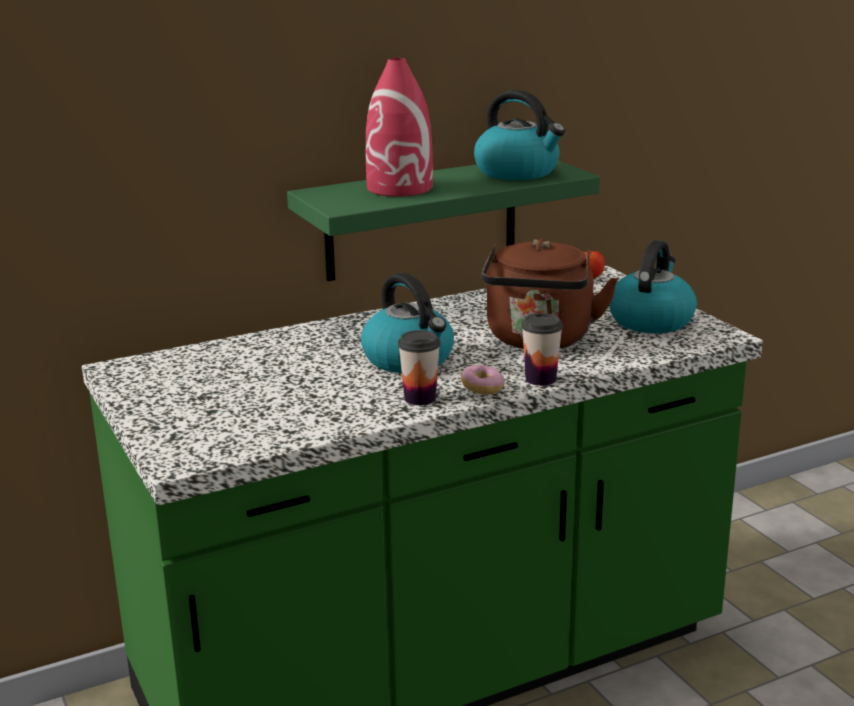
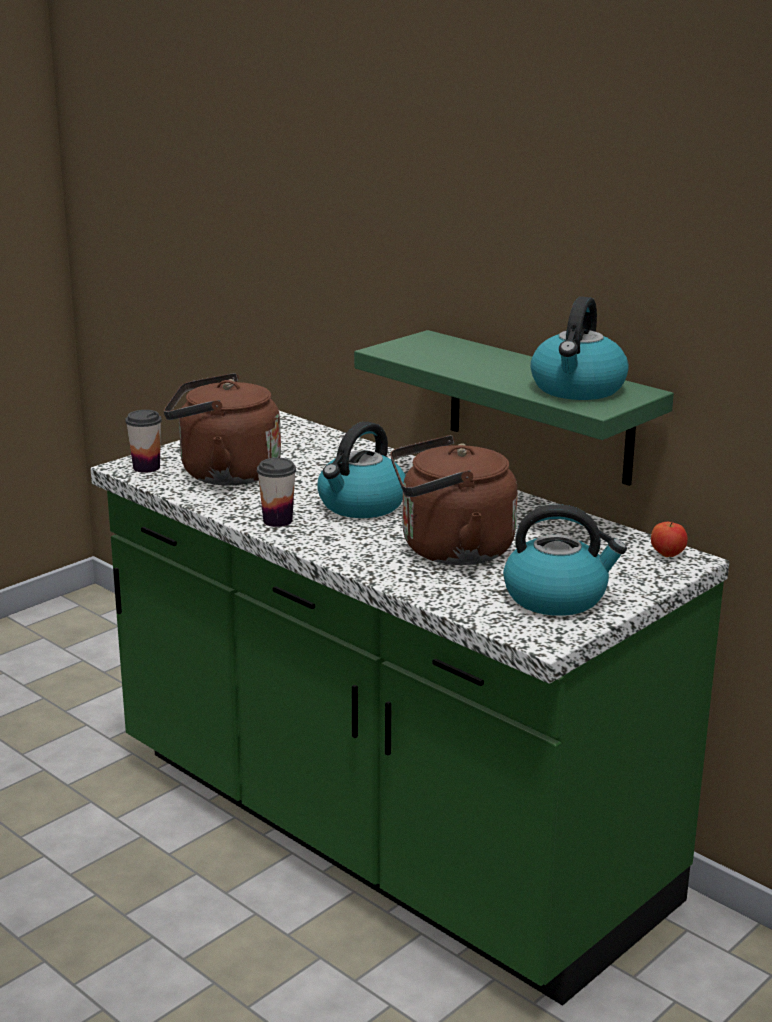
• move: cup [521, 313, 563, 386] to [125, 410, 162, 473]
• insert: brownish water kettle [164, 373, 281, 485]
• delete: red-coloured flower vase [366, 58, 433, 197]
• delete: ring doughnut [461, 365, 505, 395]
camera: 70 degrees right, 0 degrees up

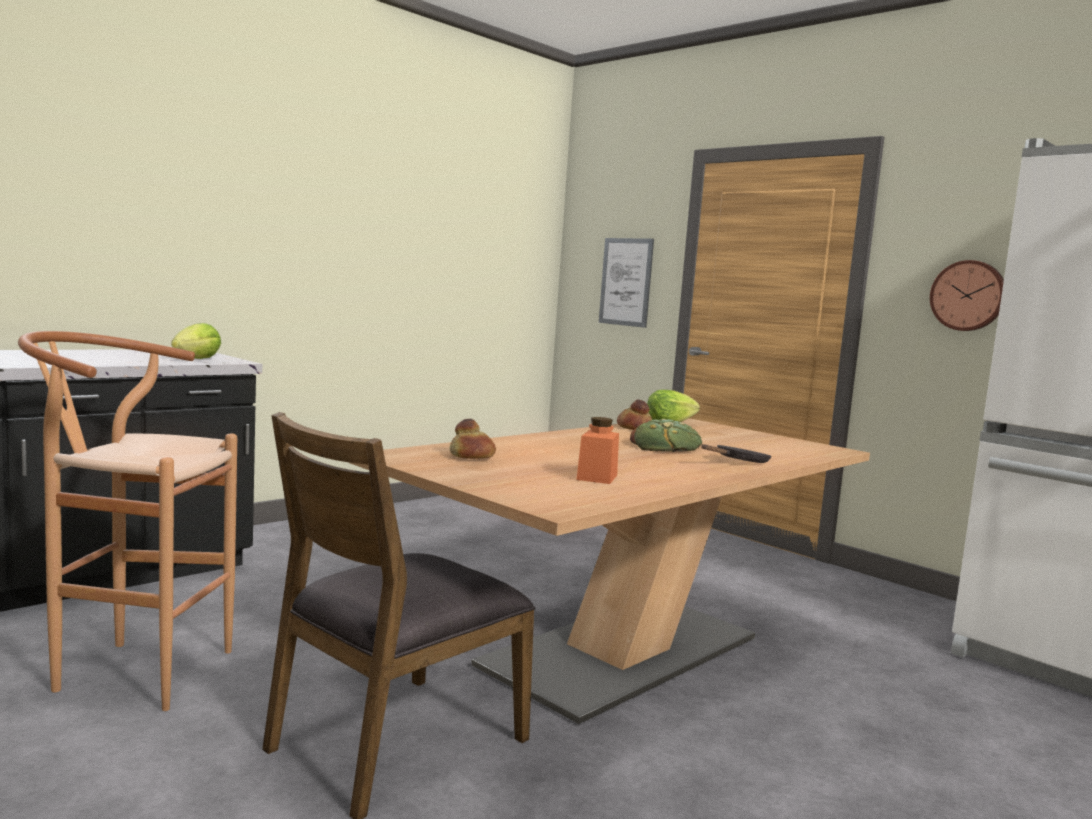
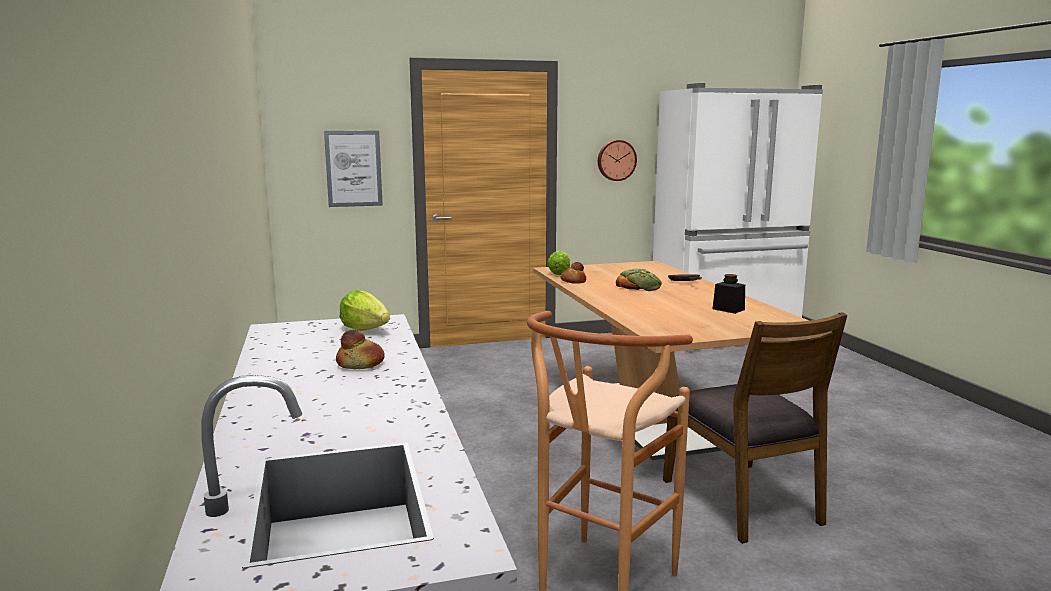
• move: bread [450, 419, 496, 459] to [336, 329, 385, 369]
• recolor: orange-coloured jar [576, 417, 619, 484] to blackish jar [713, 274, 745, 314]
camera: 60 degrees left, 5 degrees up

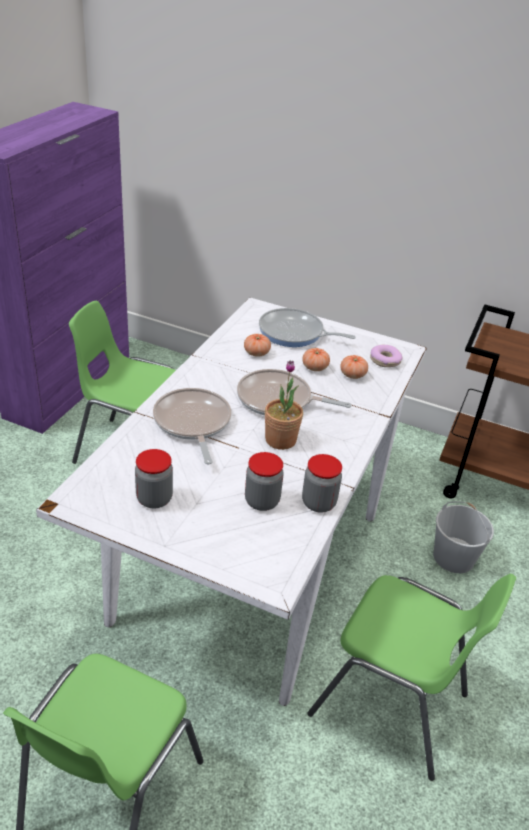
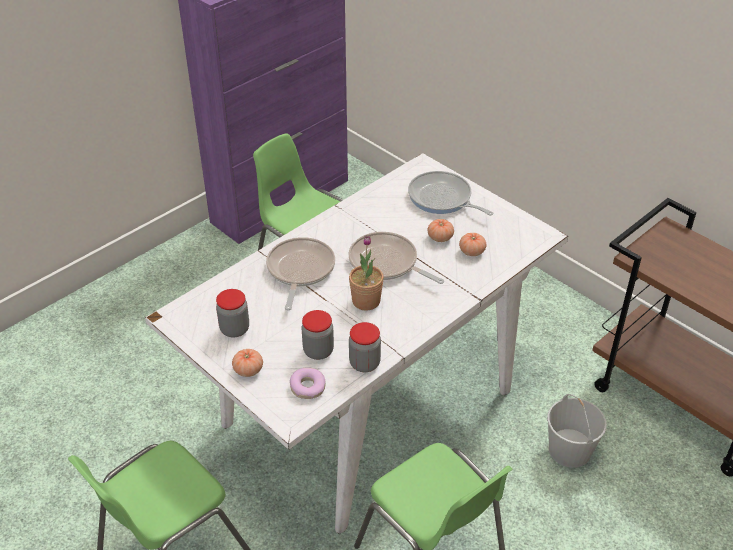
• move: tomato [244, 334, 271, 357] to [232, 349, 263, 377]
• move: ring doughnut [370, 345, 403, 367] to [290, 367, 326, 399]
camera: 25 degrees right, 5 degrees up

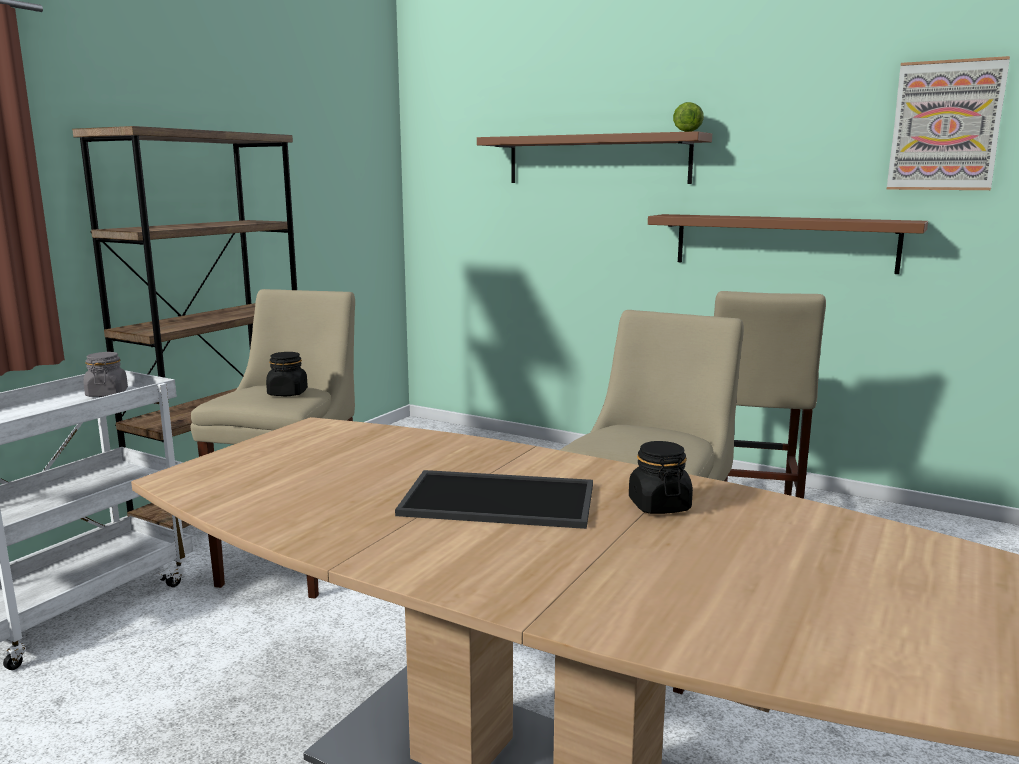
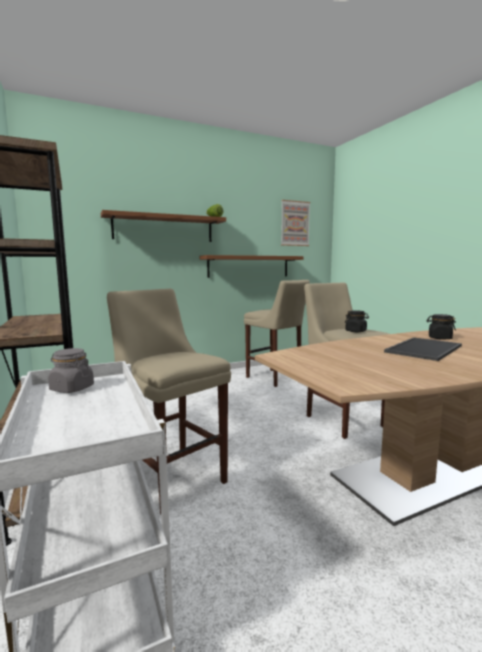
• move: blackish jar [266, 352, 308, 396] to [345, 310, 369, 332]
camera: 55 degrees left, 5 degrees down

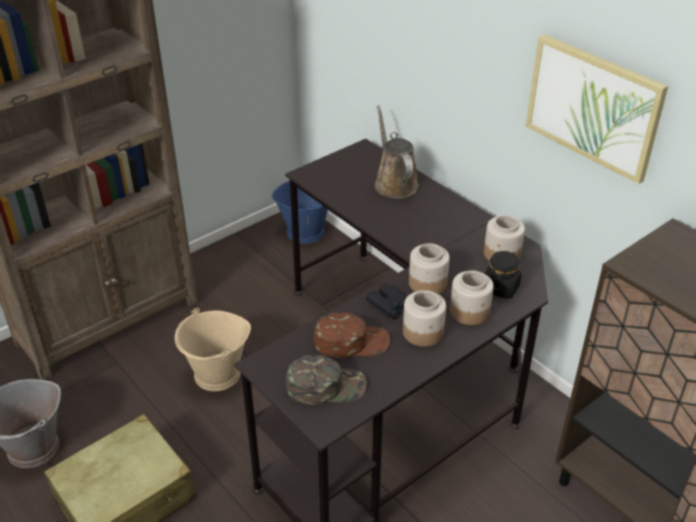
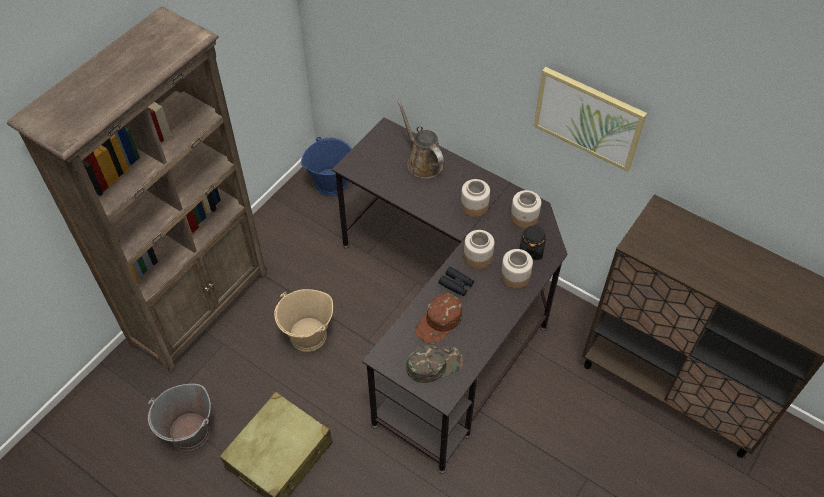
• rotate: brownish peaked cap [314, 313, 390, 358] = [415, 293, 462, 344] 150 degrees clockwise
• move: jar [403, 290, 446, 347] to [461, 179, 490, 217]
camera: 15 degrees left, 15 degrees up

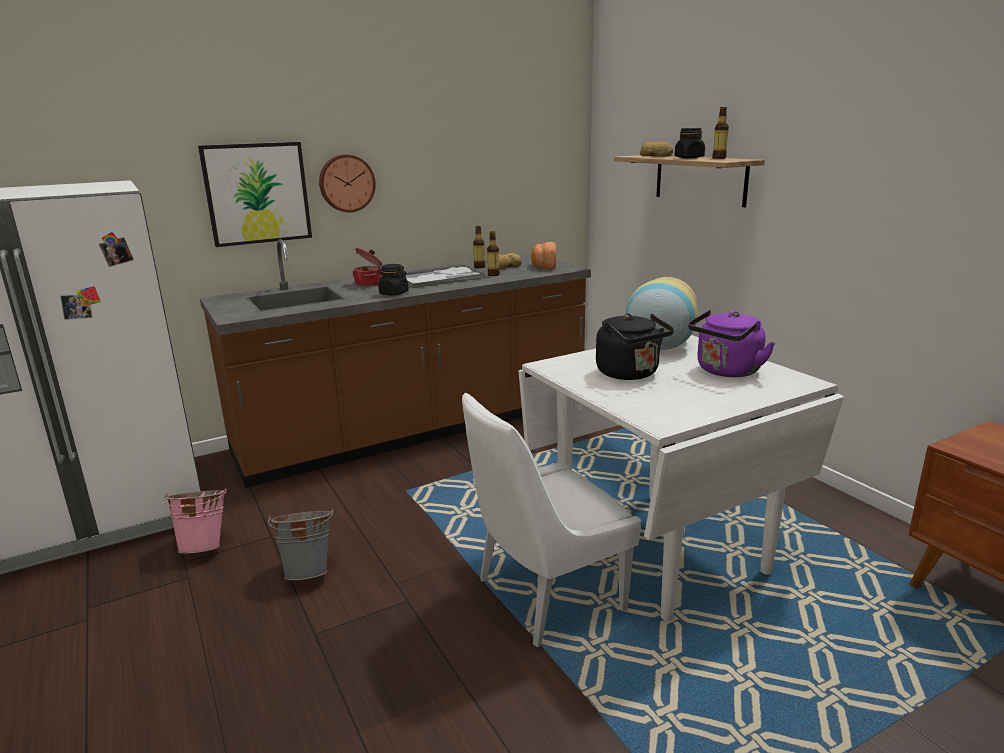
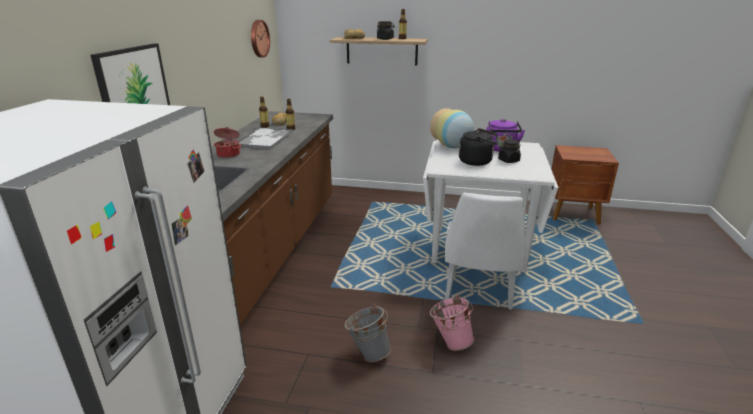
• move: hanging clock [319, 154, 376, 212] to [251, 20, 270, 57]
• move: pink bucket [163, 488, 227, 554] to [430, 295, 474, 351]
• move: blackish jar [377, 264, 409, 295] to [498, 139, 521, 163]
• delete: bread [531, 242, 556, 269]
camera: 50 degrees left, 5 degrees up

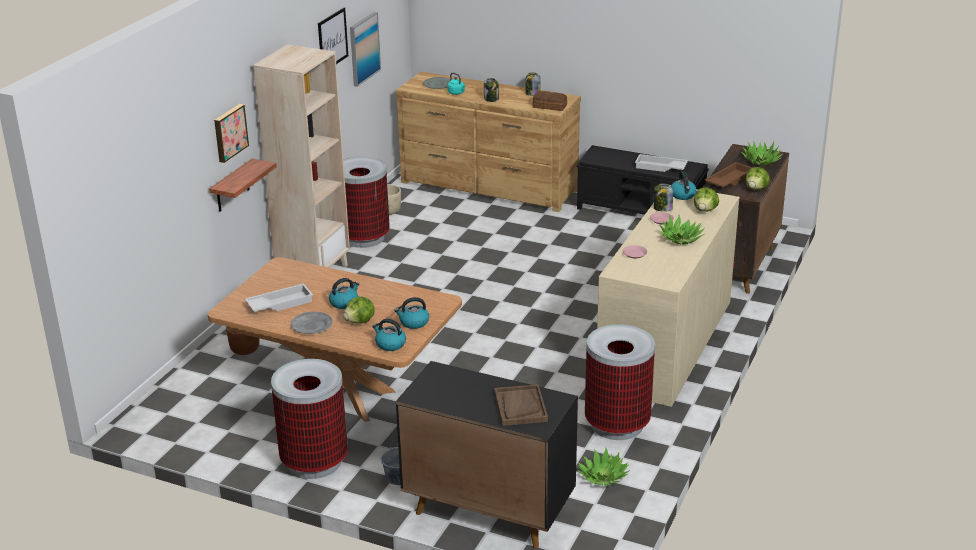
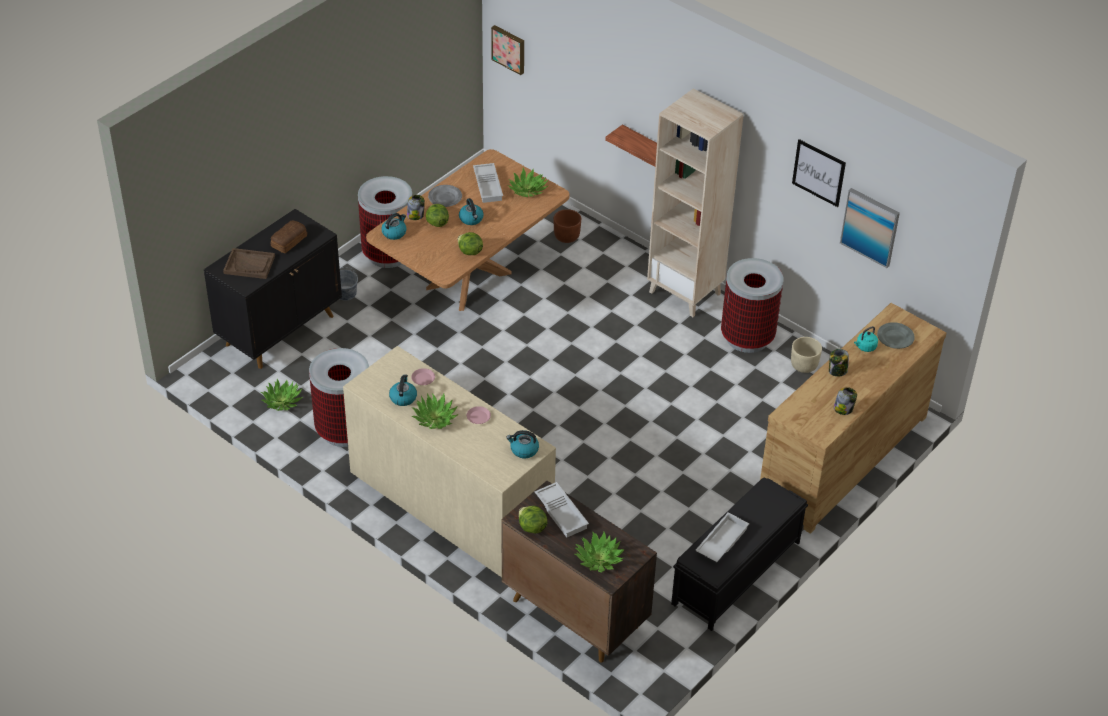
• move: bread [532, 91, 567, 111] to [271, 221, 307, 253]
• move: water kettle [394, 297, 429, 329] to [389, 374, 417, 406]
• move: jar [654, 183, 673, 212] to [407, 195, 425, 220]
• move: lettuce [694, 188, 719, 212] to [458, 232, 483, 255]
• move: wall art [214, 104, 249, 163] to [491, 25, 524, 75]
• insert: potted plant [508, 168, 548, 197]
• recolor: brownish tray [705, 162, 752, 188] to white-coloured tray [535, 482, 589, 537]
camera: 105 degrees right, 15 degrees up

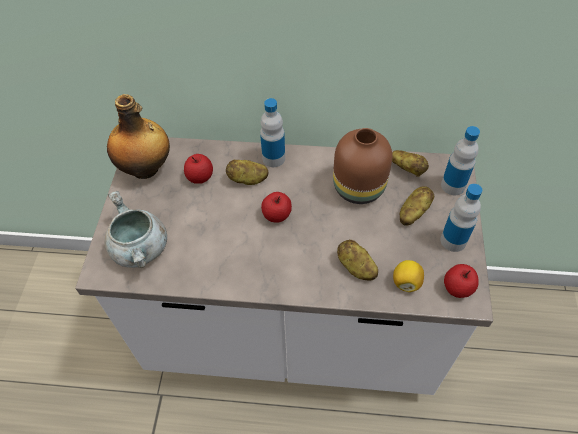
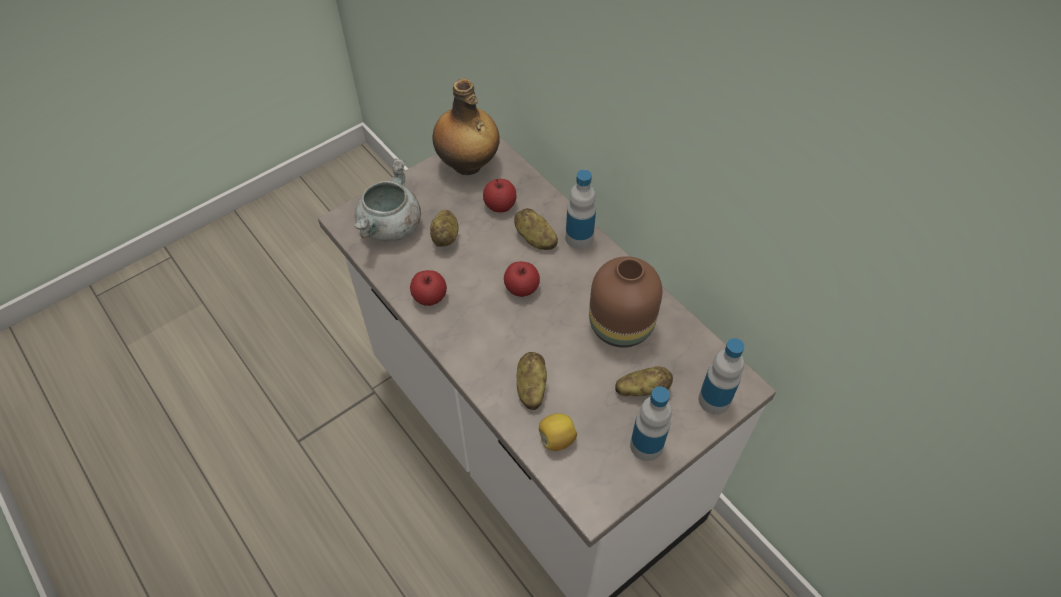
• move: apple fruit [444, 264, 479, 298] to [410, 270, 447, 306]
• move: spud [392, 150, 429, 177] to [430, 210, 458, 247]
camera: 45 degrees right, 0 degrees up

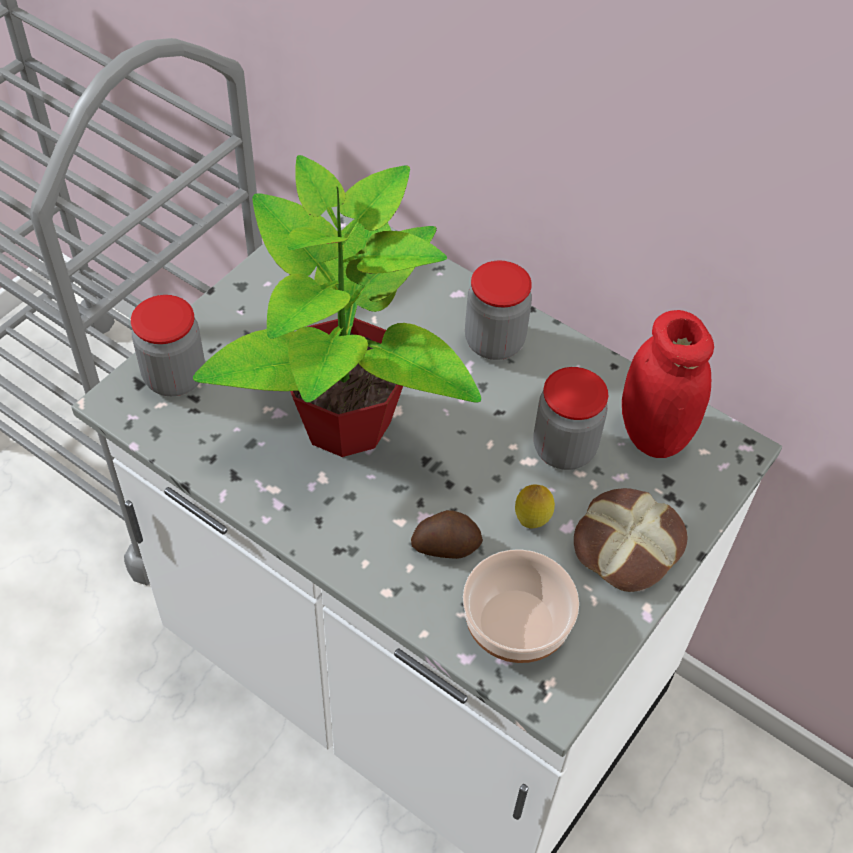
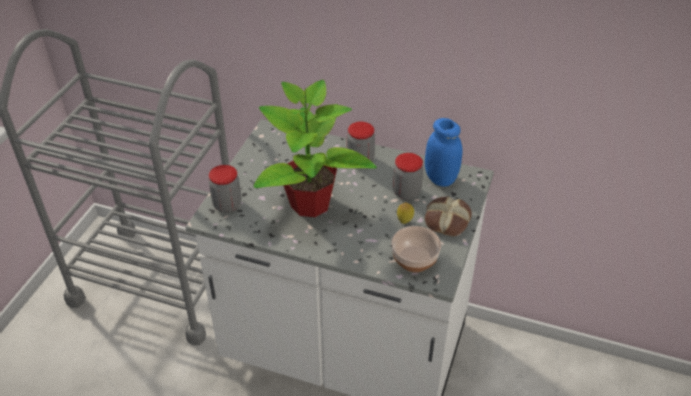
• recolor: red-coloured jar [622, 310, 714, 458] to bluish jar [425, 118, 462, 187]
• delete: spud [411, 510, 483, 559]
camera: 15 degrees left, 10 degrees down

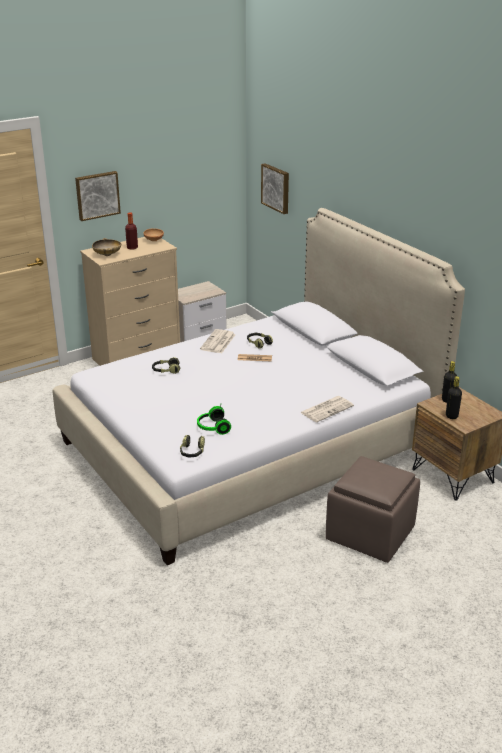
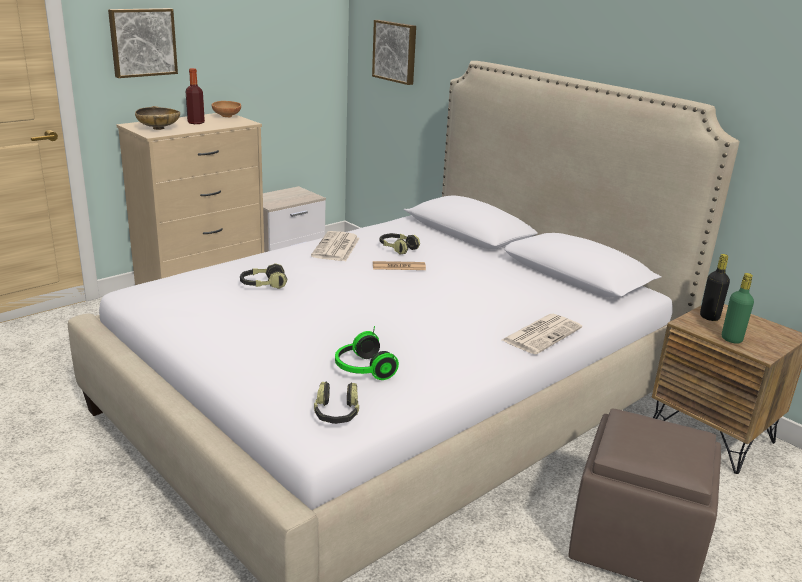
• recolor: blackish drink bottle [446, 376, 462, 419] to green-coloured drink bottle [722, 273, 754, 344]
camera: 10 degrees left, 5 degrees down

